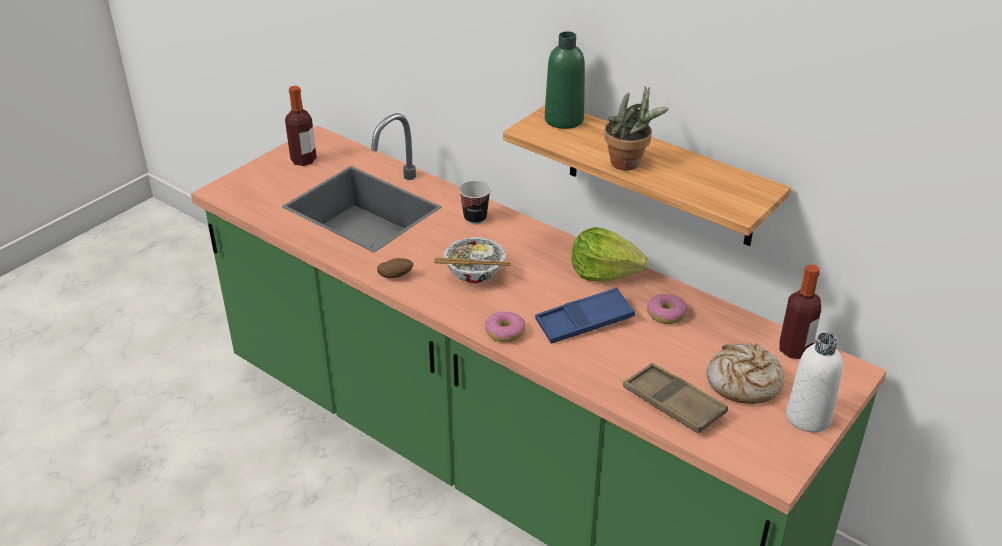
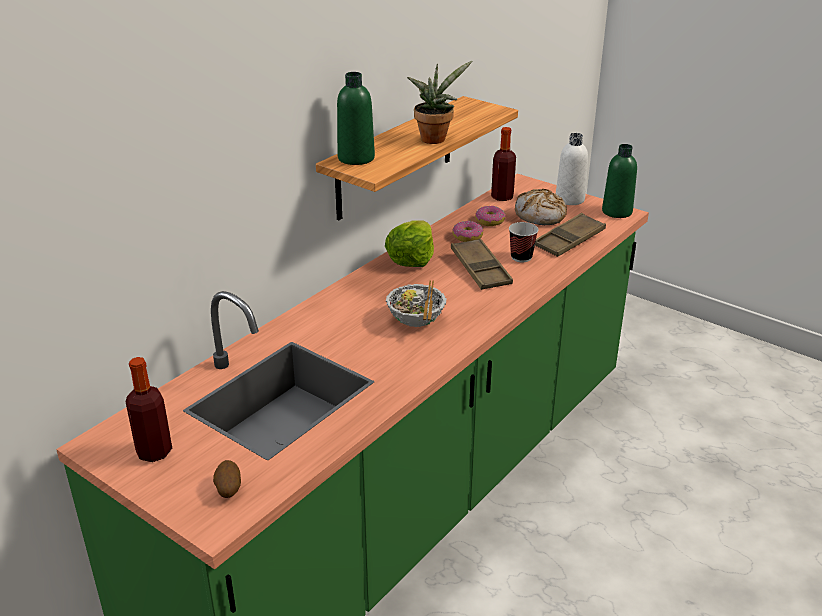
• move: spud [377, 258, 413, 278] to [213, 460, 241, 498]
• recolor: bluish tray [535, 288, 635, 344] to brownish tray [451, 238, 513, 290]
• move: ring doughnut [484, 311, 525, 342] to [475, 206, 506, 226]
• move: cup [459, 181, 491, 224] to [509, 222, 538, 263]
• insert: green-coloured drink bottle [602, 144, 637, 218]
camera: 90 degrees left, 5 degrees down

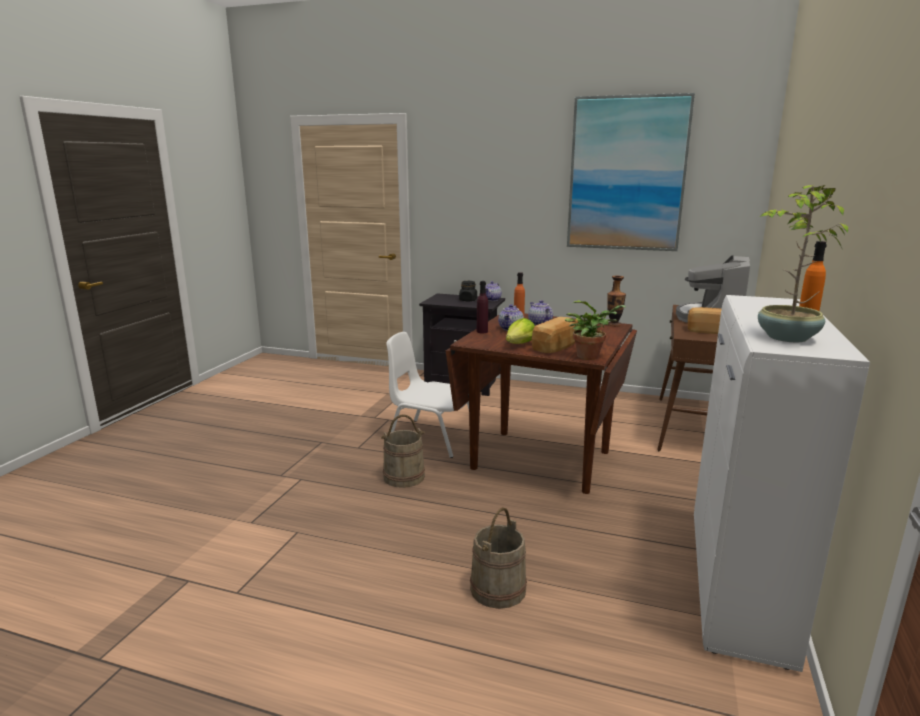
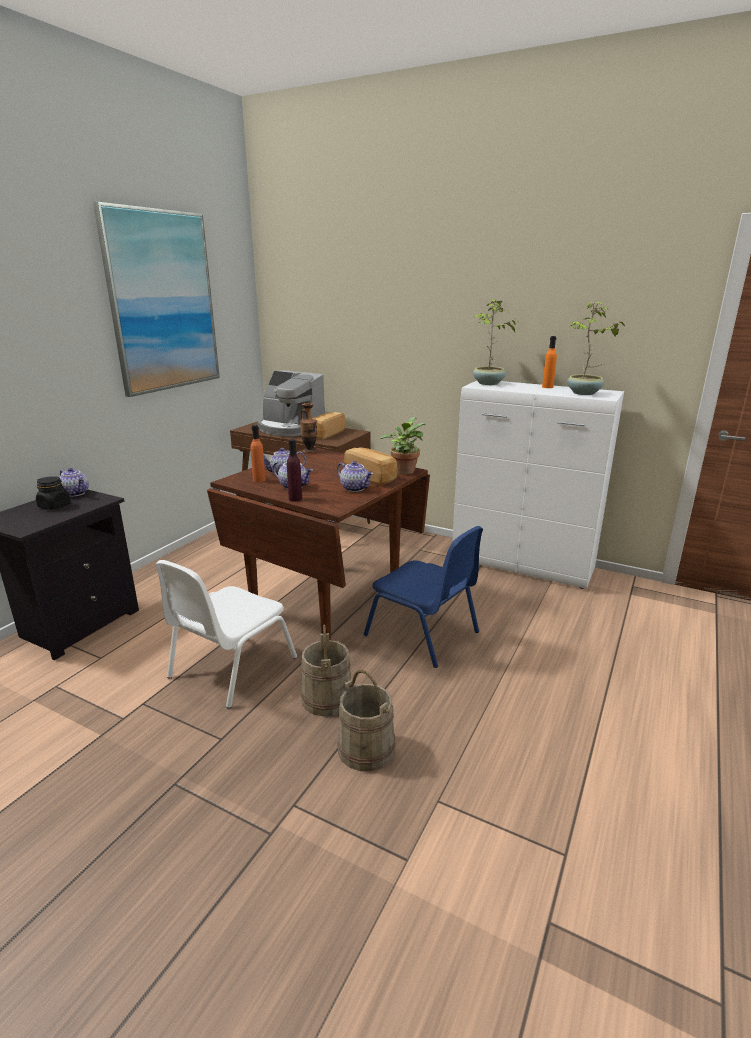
• replace: lettuce [506, 318, 535, 344] to tea pot [337, 461, 373, 492]
• move: beige bucket [470, 507, 527, 609] to [337, 669, 396, 771]
• insert: bluish plain chair [364, 526, 483, 668]
• insert: potted plant [473, 300, 518, 385]
camera: 80 degrees left, 5 degrees up

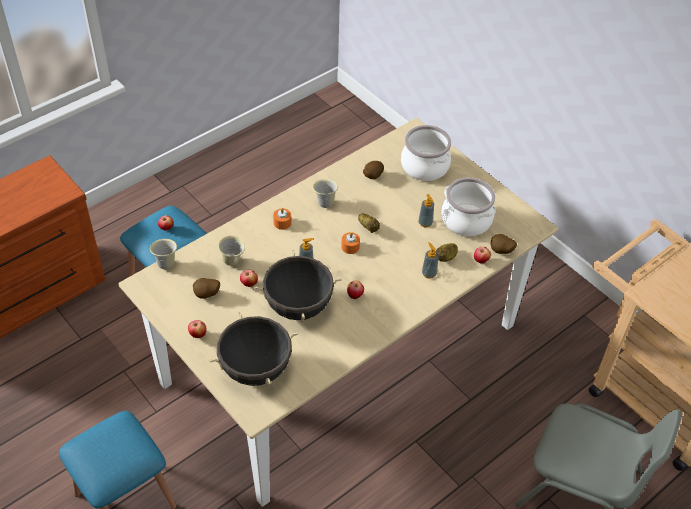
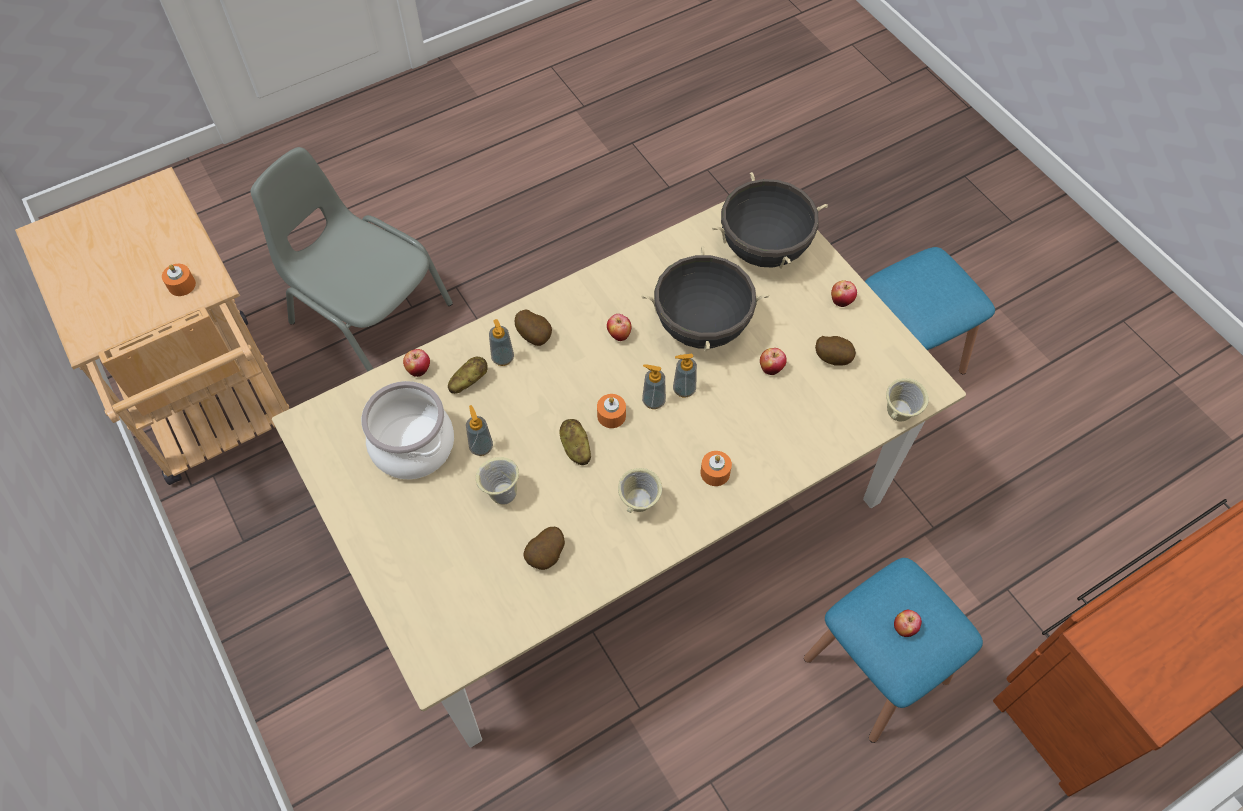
• insert: orange-coloured candle [162, 264, 196, 296]
• move: beige tea mug [218, 236, 245, 266] to [476, 457, 519, 505]
• move: spud [491, 234, 517, 254] to [515, 310, 552, 346]
• insert: liquid soap bottle [642, 365, 666, 409]
• delete: saucepot [401, 125, 451, 181]
camera: 170 degrees left, 10 degrees up

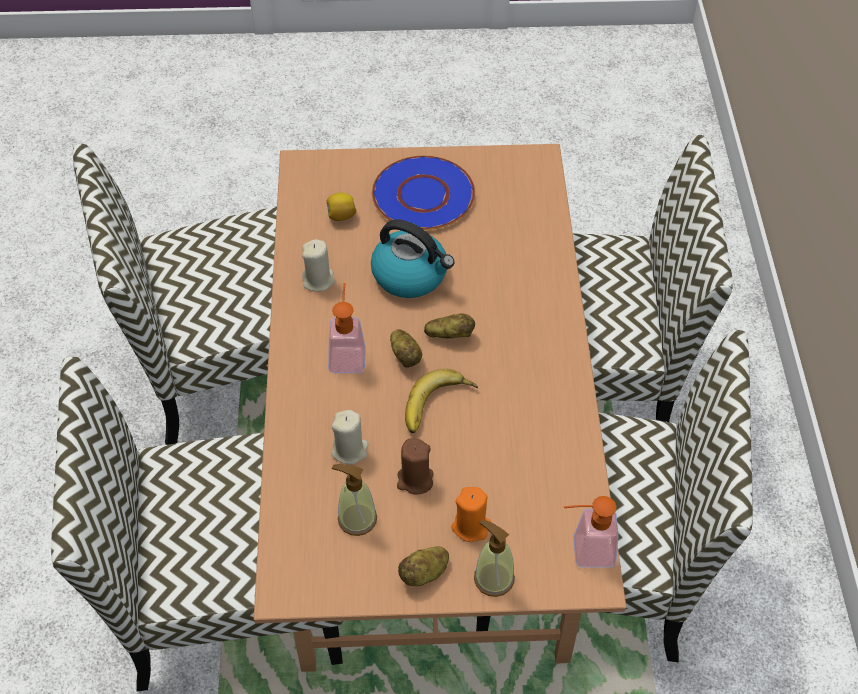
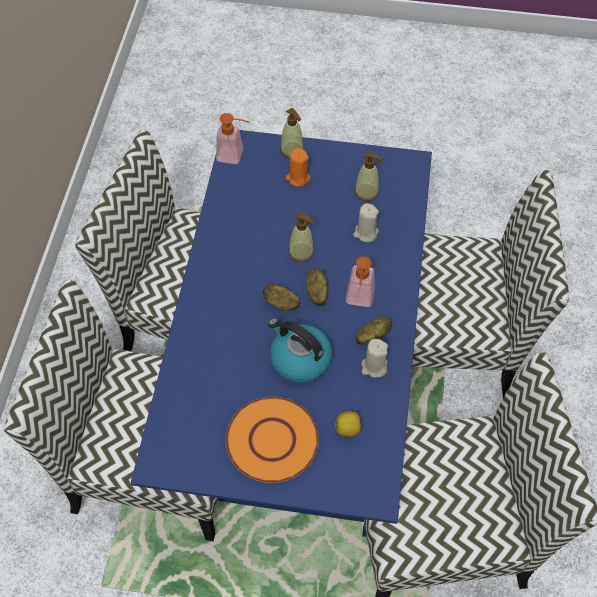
• recolor: brownish dining table [254, 144, 626, 672] to bluish dining table [131, 130, 432, 537]
• recolor: bluish plate [372, 156, 475, 230] to orange-coloured plate [226, 396, 319, 483]
• replace: banana fruit [405, 369, 478, 433] to liquid soap bottle [289, 212, 315, 262]
• move: spud [398, 547, 449, 586] to [356, 316, 392, 345]
• delete: brownish candle [397, 438, 434, 494]
camera: 170 degrees left, 5 degrees up

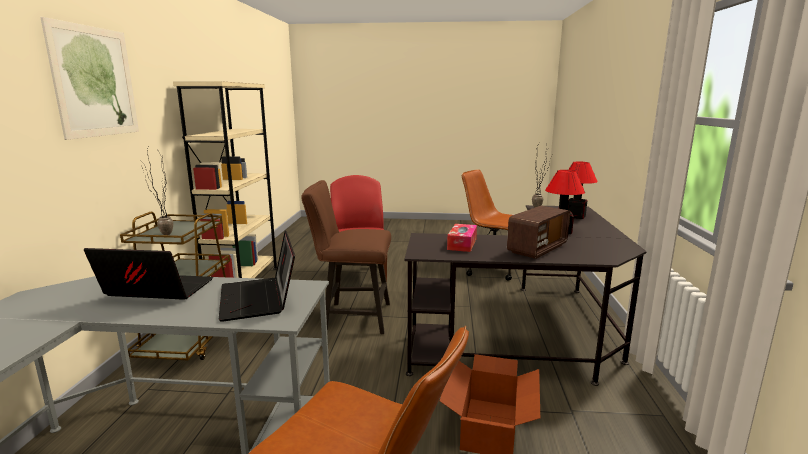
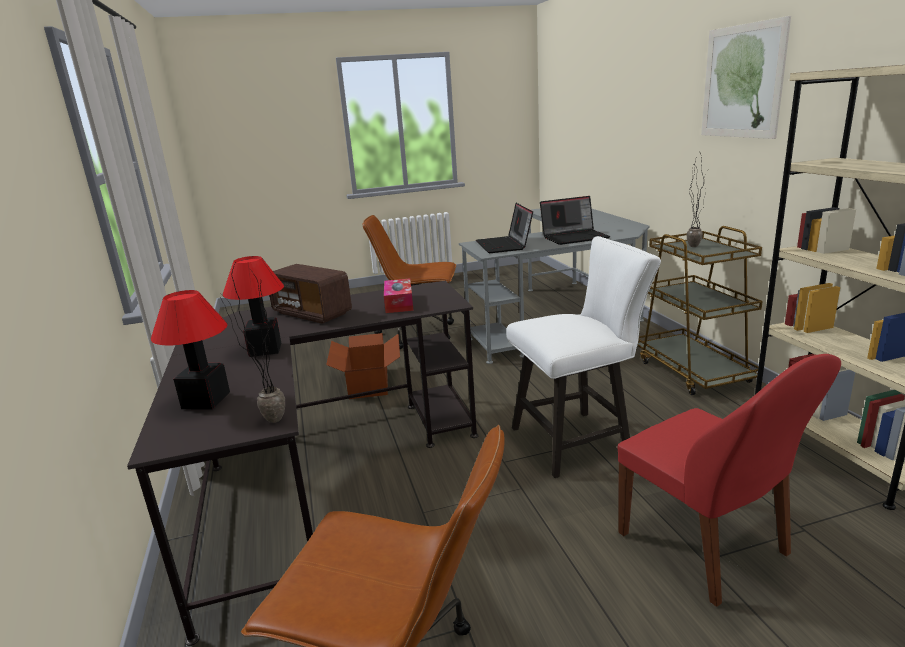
• rotate: radio set [507, 206, 570, 259] = [269, 264, 352, 324] 75 degrees counterclockwise
• rotate: laptop [219, 230, 295, 322] = [476, 203, 533, 253] 150 degrees counterclockwise
• recolor: brownish plain chair [301, 180, 391, 334] to white-coloured plain chair [506, 236, 661, 478]
camera: 160 degrees right, 5 degrees up

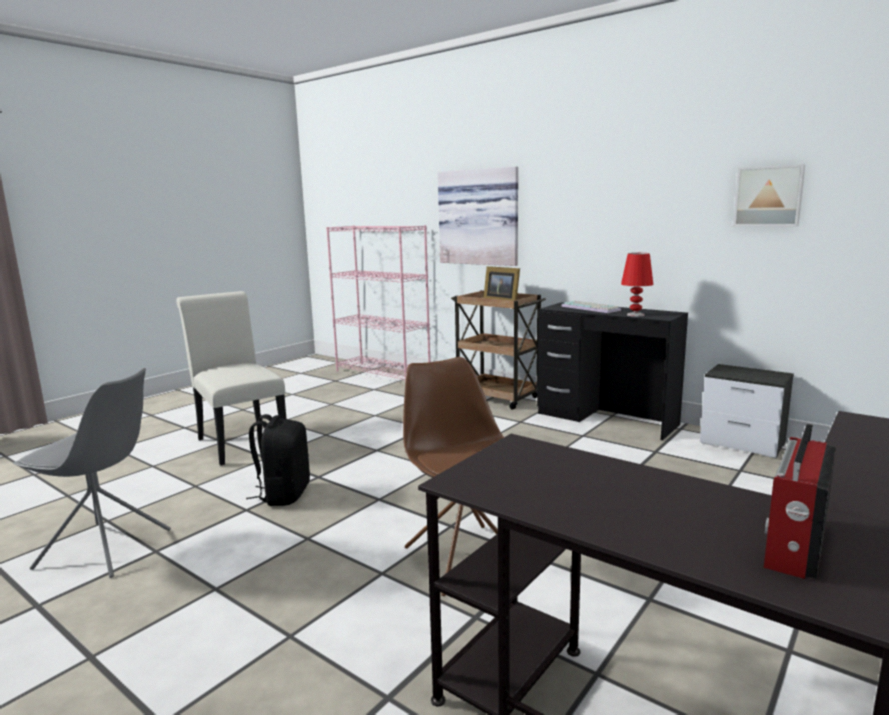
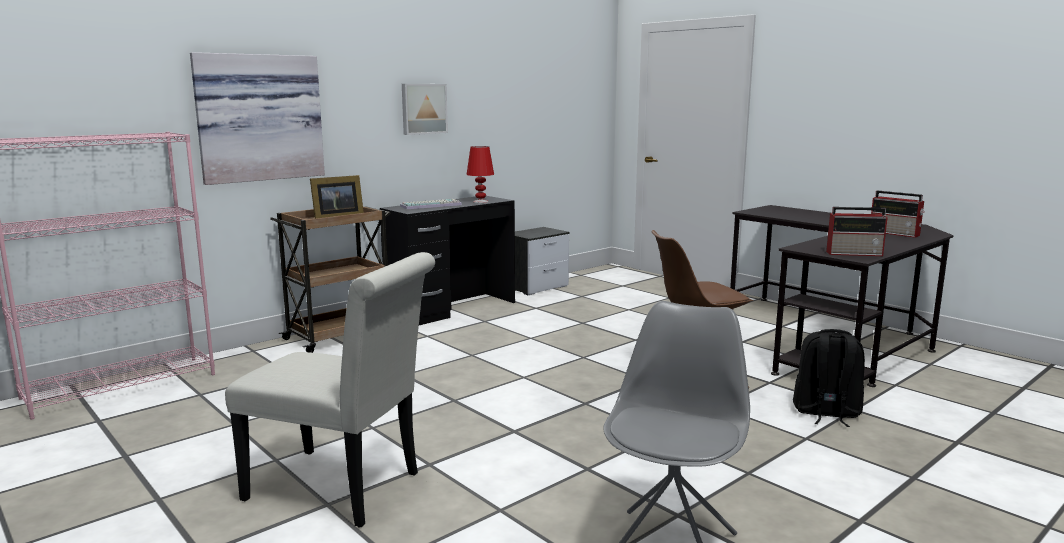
• rotate: white-coloured plain chair [176, 291, 287, 466] = [225, 252, 435, 528] 135 degrees counterclockwise
• move: wall art [733, 164, 805, 226] to [402, 84, 448, 135]
• move: blackish knapsack [246, 414, 310, 506] to [793, 329, 865, 427]
• insert: radio set [826, 207, 888, 256]
camera: 80 degrees left, 0 degrees up

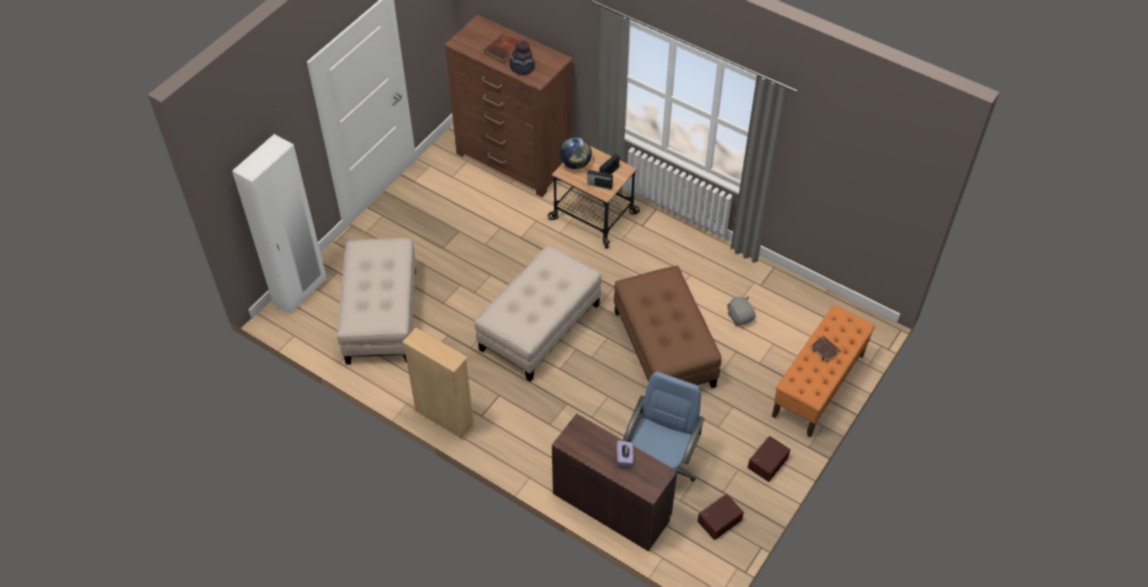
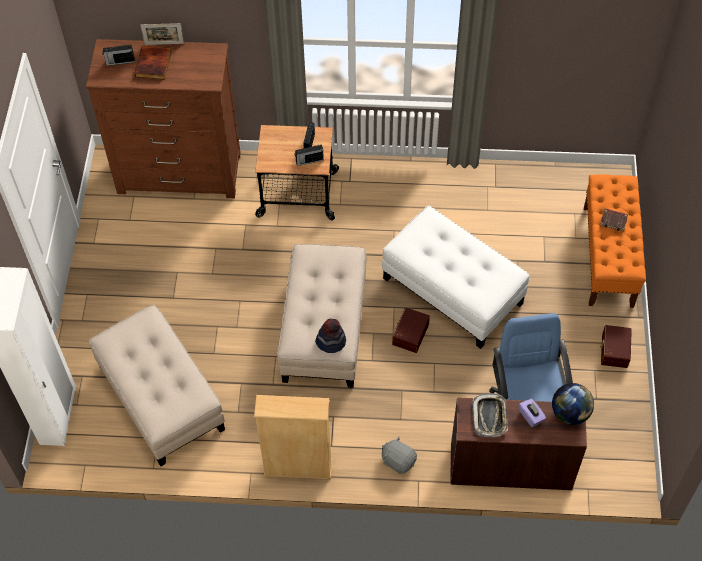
• insert: radio set [102, 44, 135, 66]
• insert: standing frame [140, 23, 184, 45]
• move: wearable hat [510, 40, 535, 75] to [315, 319, 346, 353]
• recolor: brownish pouffe [614, 266, 721, 388] to white-coloured pouffe [382, 206, 529, 349]
• move: grey plush toy [727, 296, 756, 326] to [382, 437, 417, 474]
• move: brownish storage box [697, 494, 744, 540] to [392, 308, 430, 353]
• insert: tray [472, 393, 508, 437]
• move: world globe [560, 137, 592, 169] to [552, 383, 594, 425]
camera: 30 degrees left, 5 degrees up

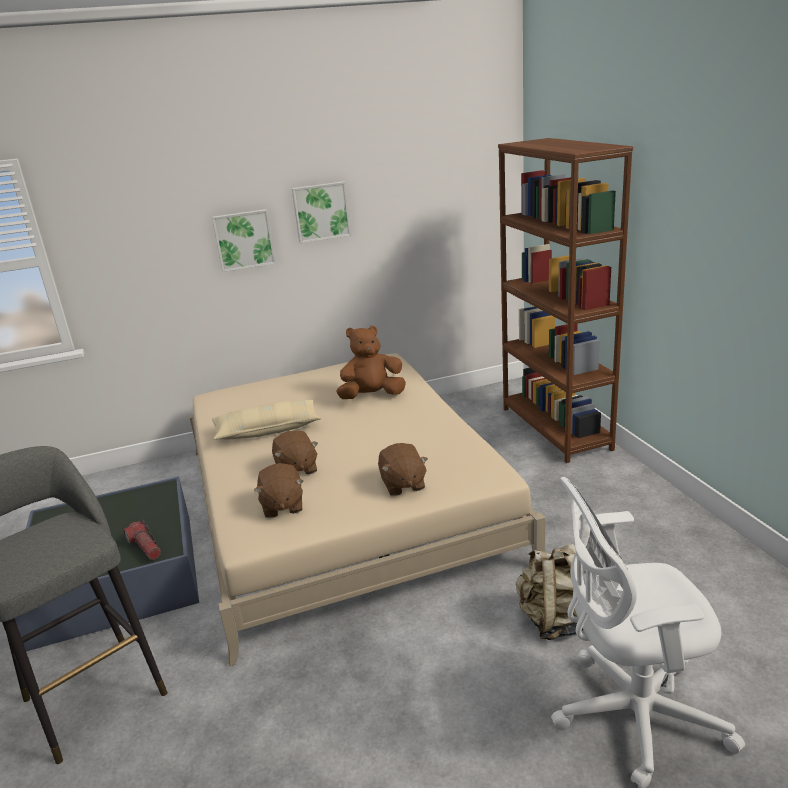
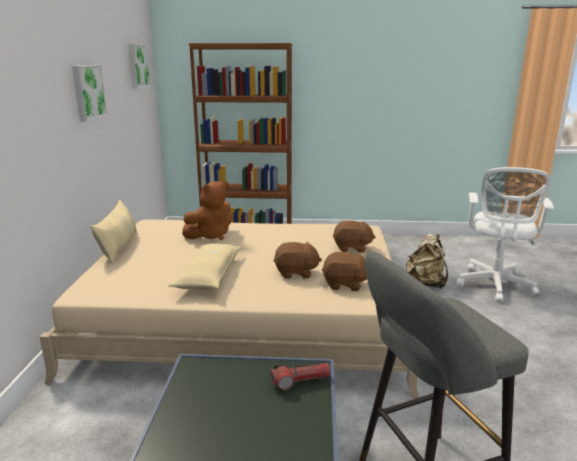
• insert: beige cushion [91, 199, 137, 265]
• move: wall art [212, 209, 276, 272] to [128, 44, 151, 89]
• rotate: brownish plush toy [336, 326, 406, 399] = [182, 181, 232, 240] 135 degrees counterclockwise
camera: 70 degrees left, 5 degrees down

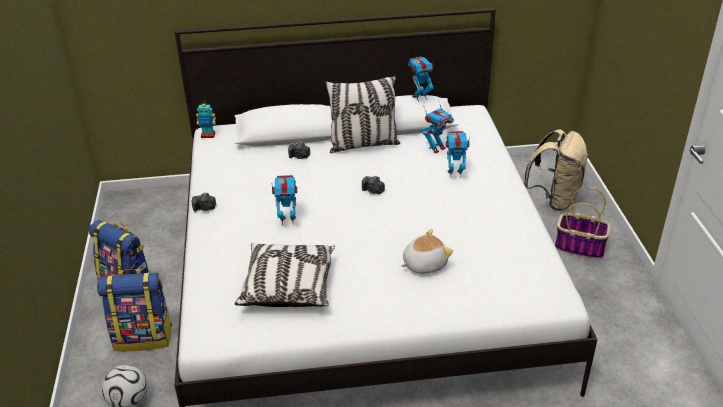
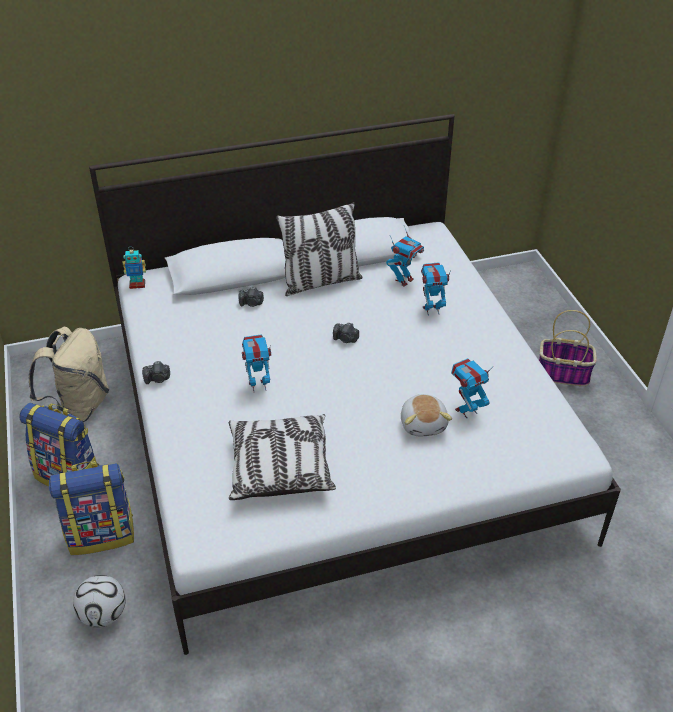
• move: beige knapsack [523, 129, 588, 210] to [29, 327, 109, 422]
• rotate: plush toy [401, 229, 453, 274] = [401, 394, 452, 436] 120 degrees clockwise
• move: robot figure [408, 56, 435, 101] to [451, 358, 493, 418]
camera: 10 degrees left, 5 degrees up

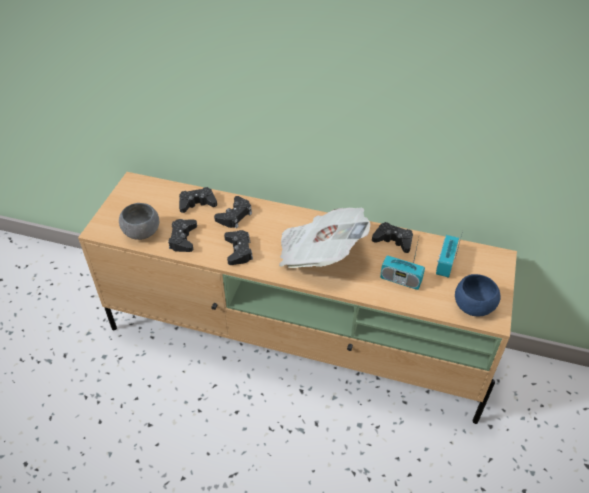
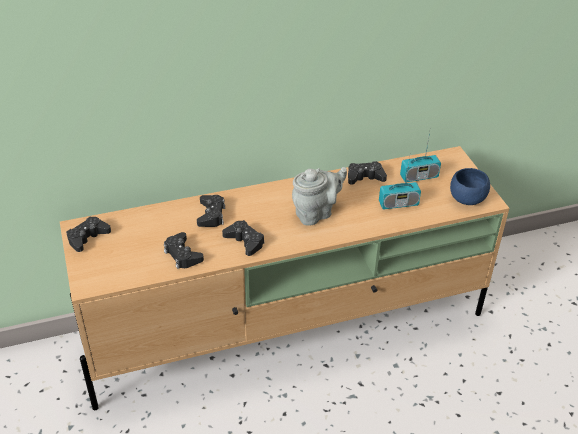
• move: blackish game controller [179, 187, 217, 213] to [66, 216, 111, 252]
• replace: newspaper [279, 208, 370, 268] to grey tea pot [292, 167, 347, 226]
• rotate: radio set [436, 231, 463, 278] = [400, 132, 441, 183] 90 degrees counterclockwise
• delete: grey bowl [119, 203, 159, 240]
camera: 35 degrees left, 5 degrees down

